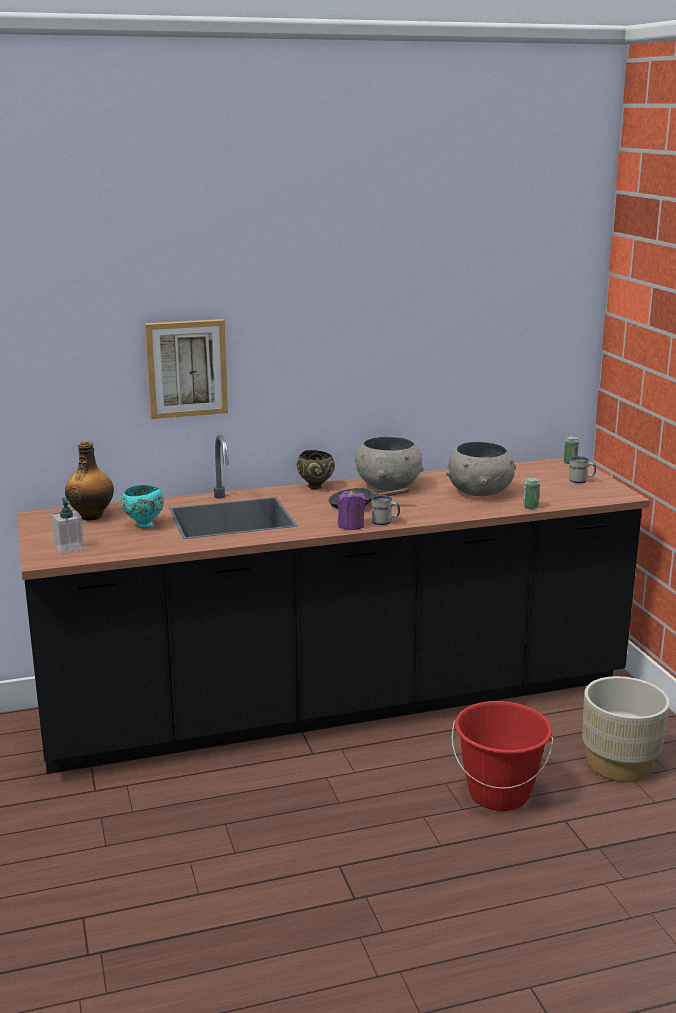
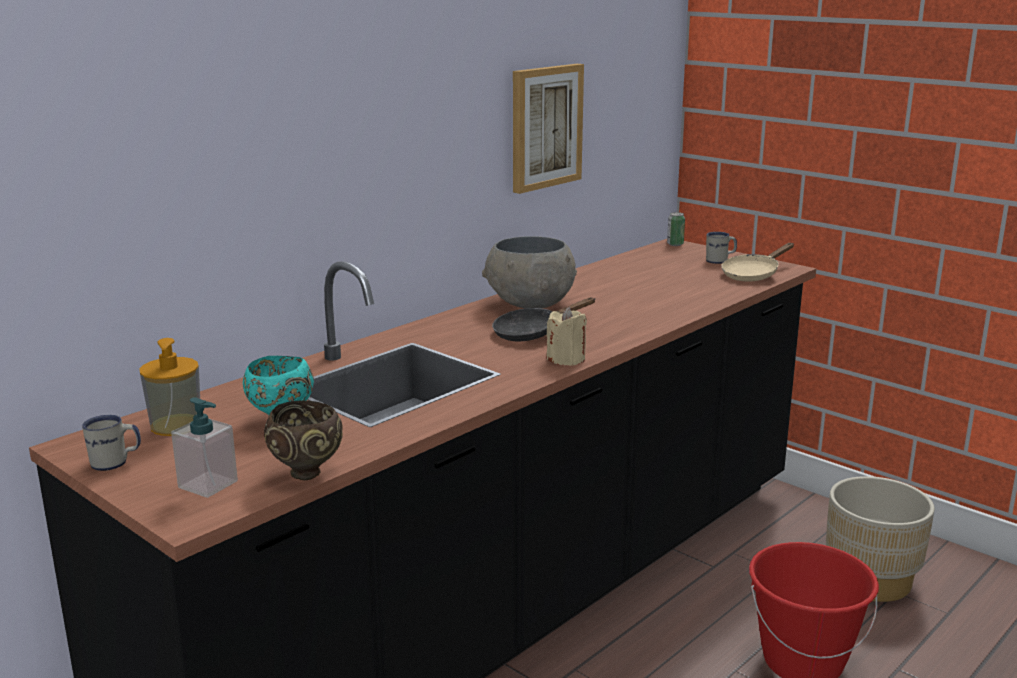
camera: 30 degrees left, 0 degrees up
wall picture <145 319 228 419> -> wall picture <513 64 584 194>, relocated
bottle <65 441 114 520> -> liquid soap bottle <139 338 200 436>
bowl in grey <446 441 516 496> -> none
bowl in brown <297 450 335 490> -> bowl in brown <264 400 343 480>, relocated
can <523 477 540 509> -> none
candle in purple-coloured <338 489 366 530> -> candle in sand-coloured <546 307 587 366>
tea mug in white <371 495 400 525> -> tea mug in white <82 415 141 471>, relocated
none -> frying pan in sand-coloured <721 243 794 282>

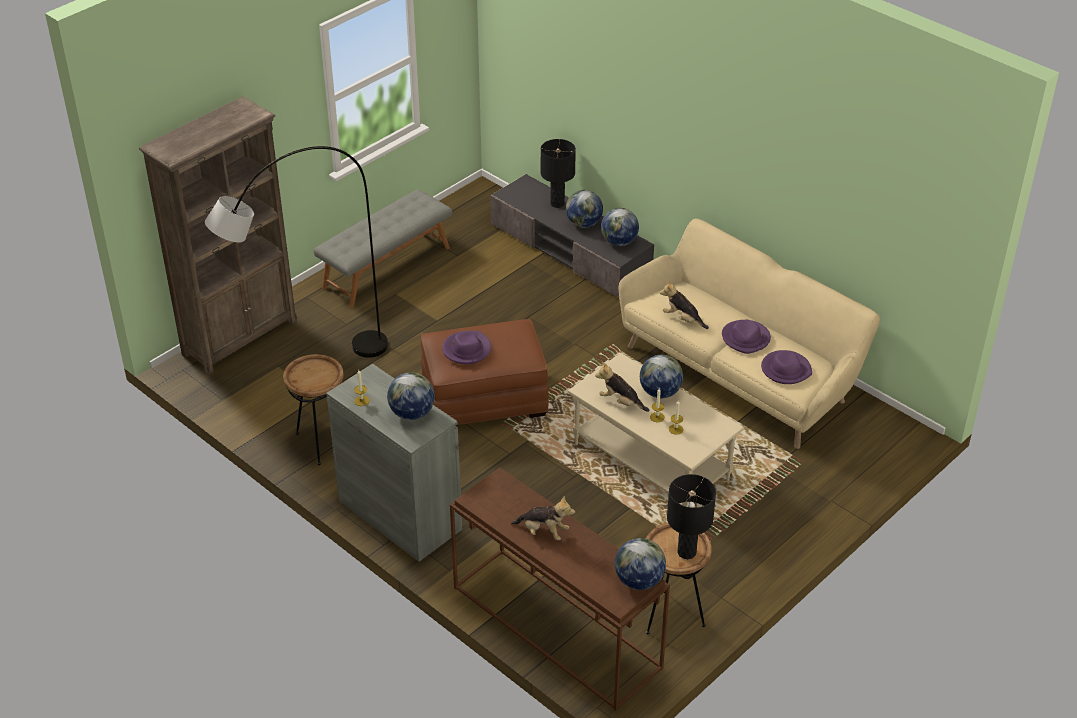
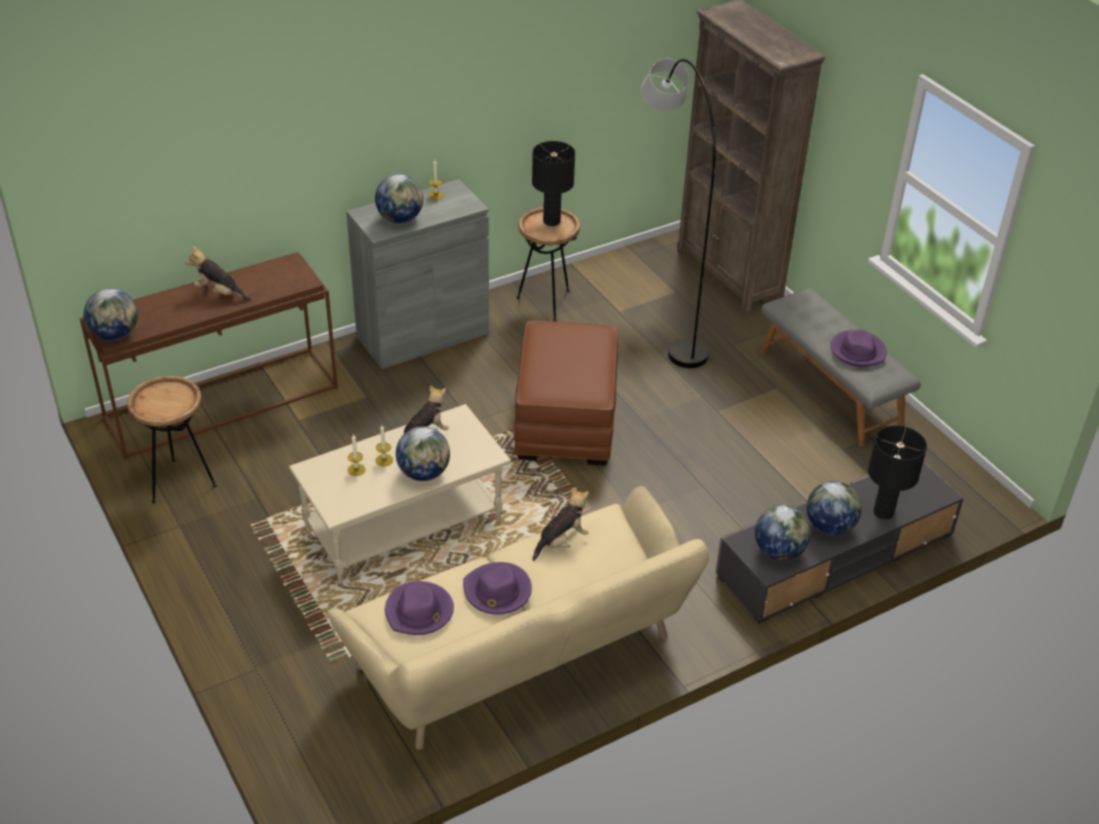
camera: 105 degrees right, 0 degrees up
clothing hat in purple-coloured <442 331 491 364> -> clothing hat in purple-coloured <830 330 887 367>, relocated
lamp for a table in black-coloured <667 474 716 559> -> lamp for a table in black-coloured <532 141 575 226>, relocated
cuddly toy <511 496 575 540> -> cuddly toy <185 246 251 301>, 75 degrees clockwise

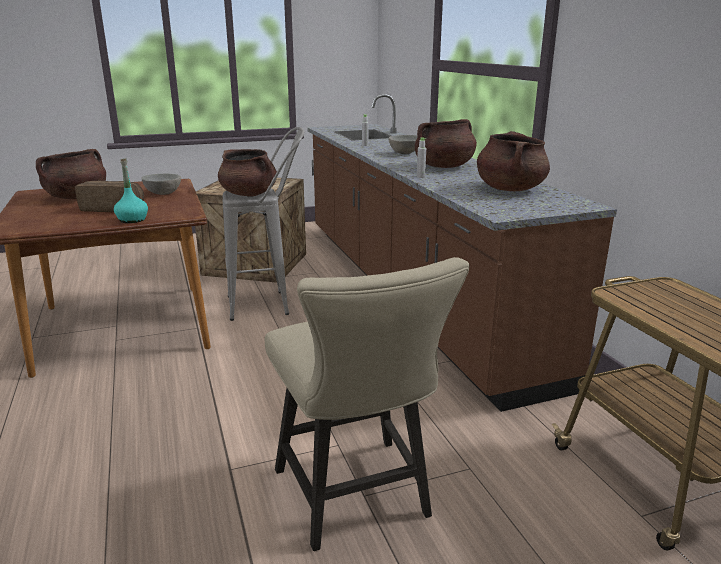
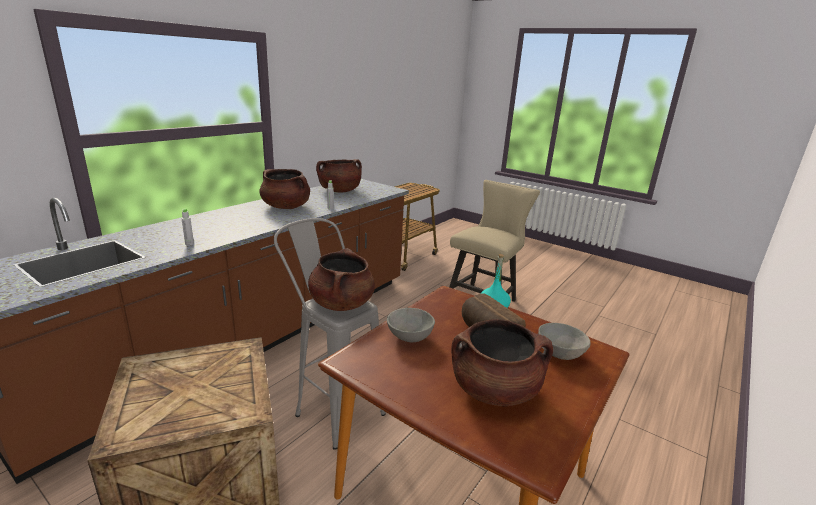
camera: 125 degrees left, 0 degrees up
bowl in grey <388 135 417 154> -> bowl in grey <538 323 591 360>, relocated

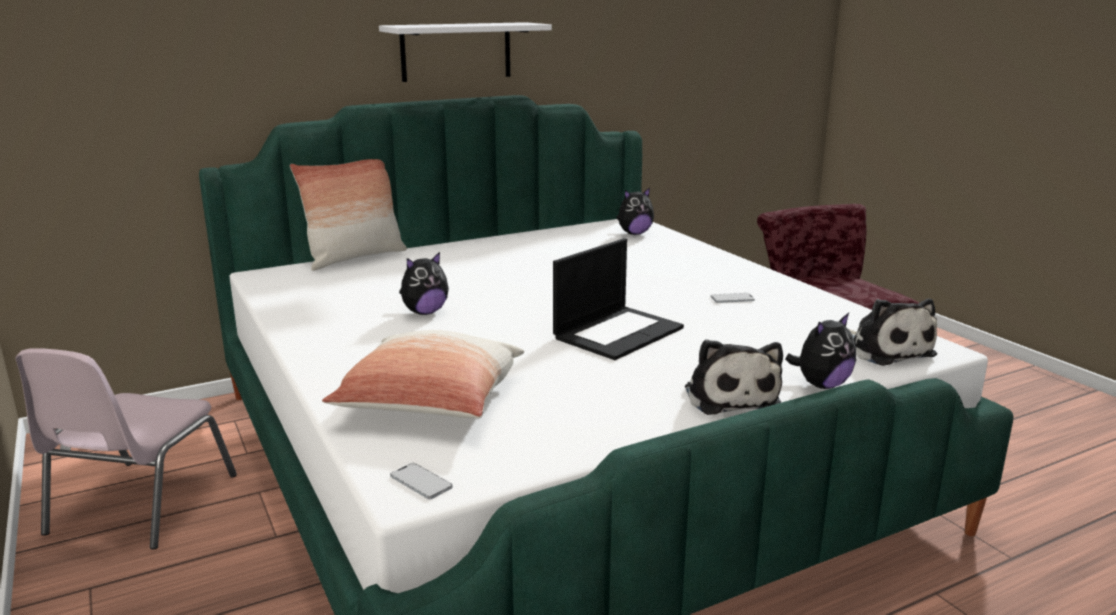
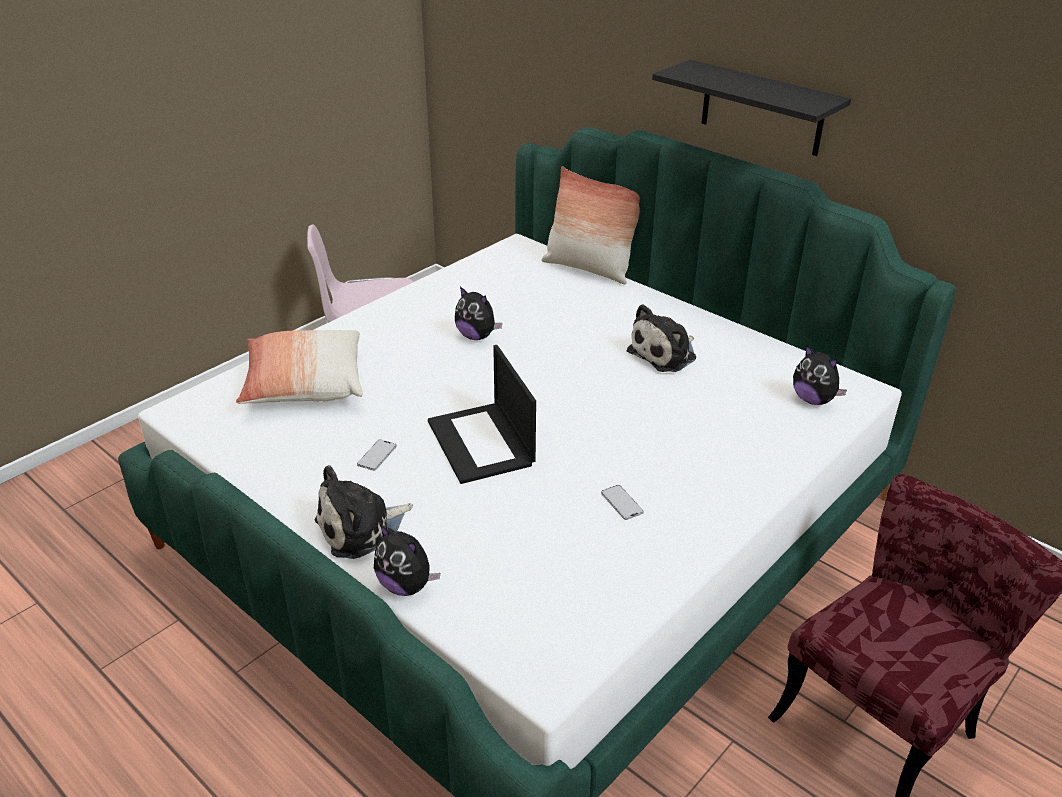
camera: 70 degrees right, 15 degrees up
wall shelf in white <379 22 552 82> -> wall shelf in black-coloured <652 60 851 156>
notebook computer <553 238 684 360> -> notebook computer <428 345 536 484>, 45 degrees clockwise
cuddly toy <848 298 937 366> -> cuddly toy <627 304 696 372>, relocated
phone <390 463 453 499> -> phone <357 439 397 471>, relocated

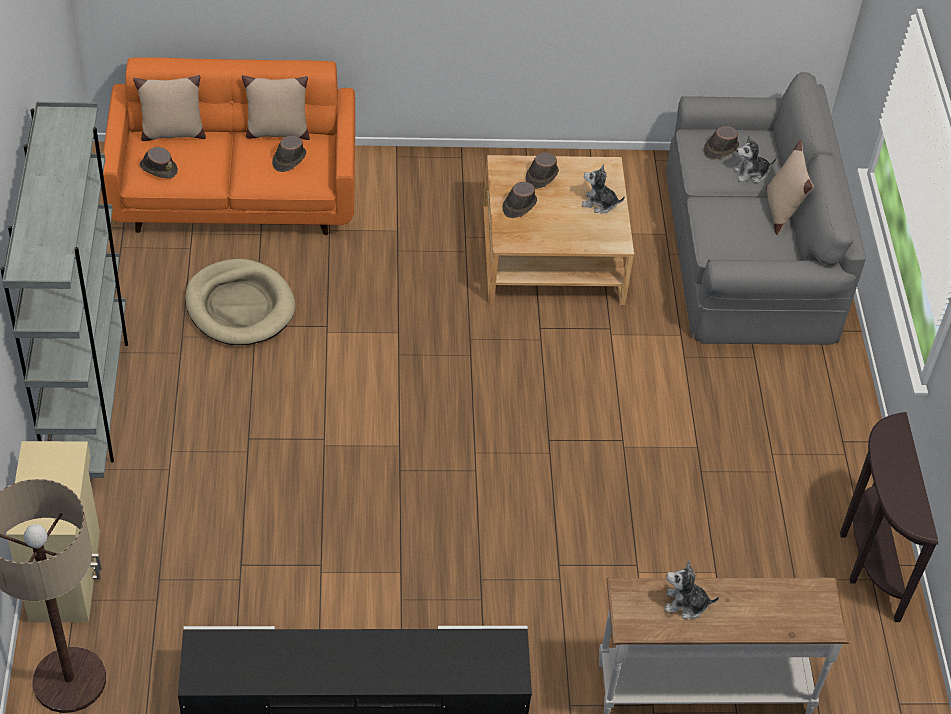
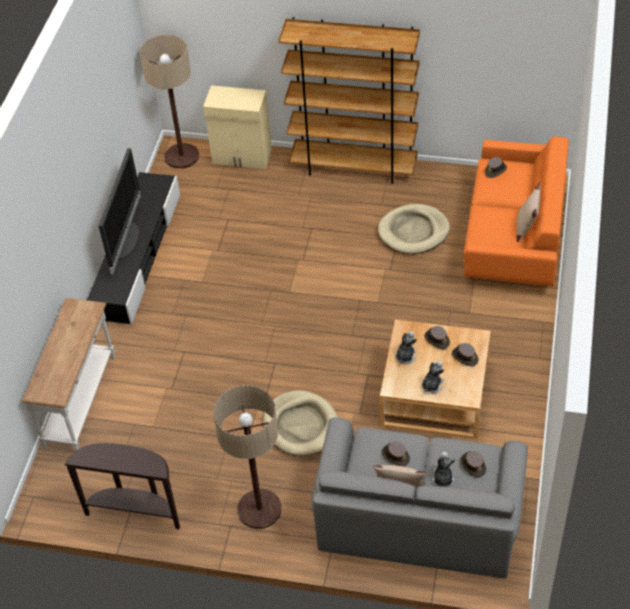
camera: 110 degrees right, 0 degrees up
cushion in sand-coloured <133 75 206 141> -> none
bookshelf in grey <0 102 128 478> -> bookshelf in brown <279 17 420 184>
clothing hat in brown <272 135 306 172> -> clothing hat in brown <381 442 410 466>, relocated
cuddly toy <665 561 719 619> -> cuddly toy <395 331 417 364>, relocated
none -> TV set <99 148 141 274>
none -> standing lamp <213 385 282 529>
none -> dog bed in sand-coloured <263 390 338 456>

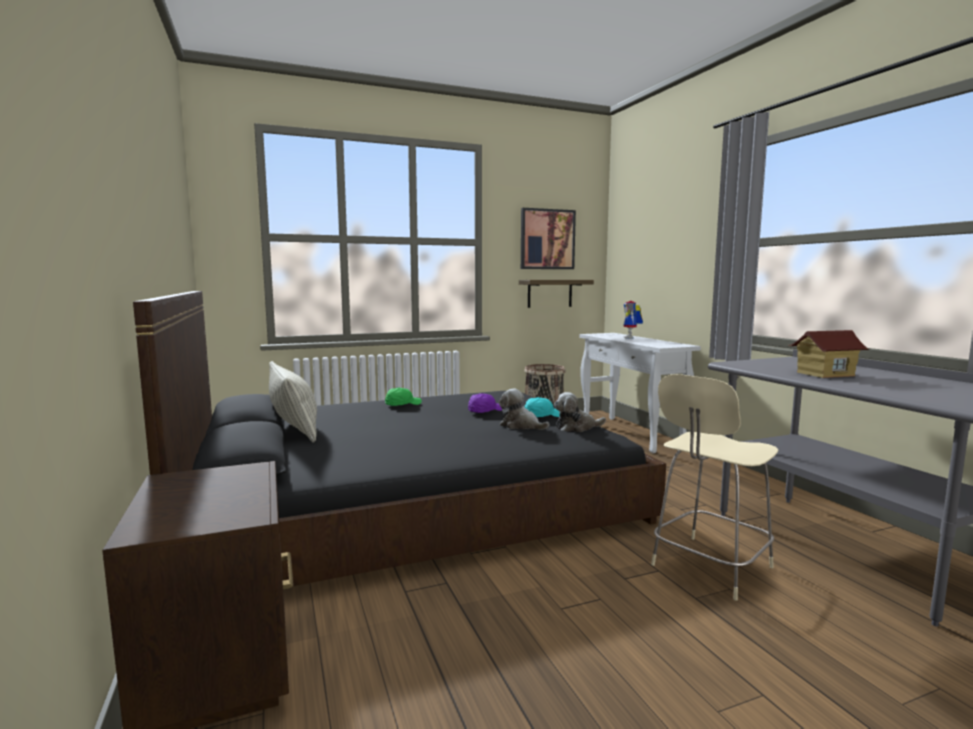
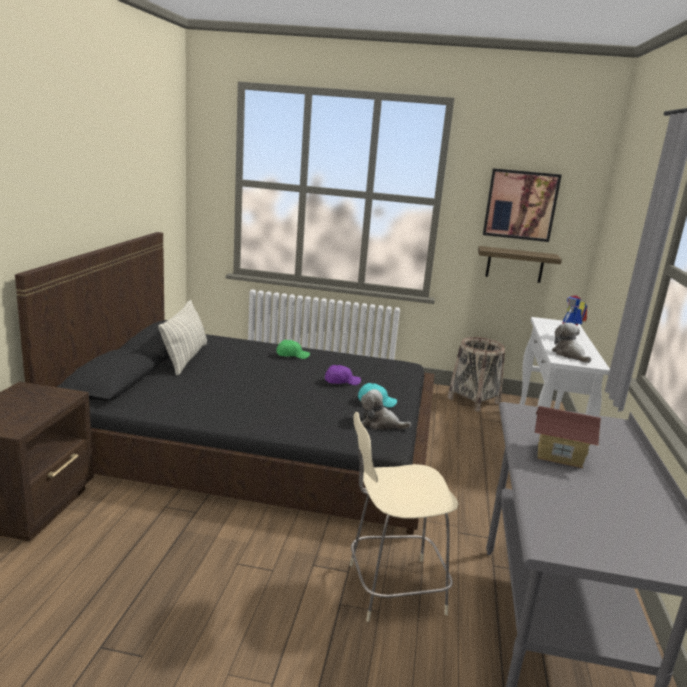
camera: 30 degrees right, 10 degrees up
cuddly toy <499 388 550 430> -> cuddly toy <552 323 591 363>, relocated

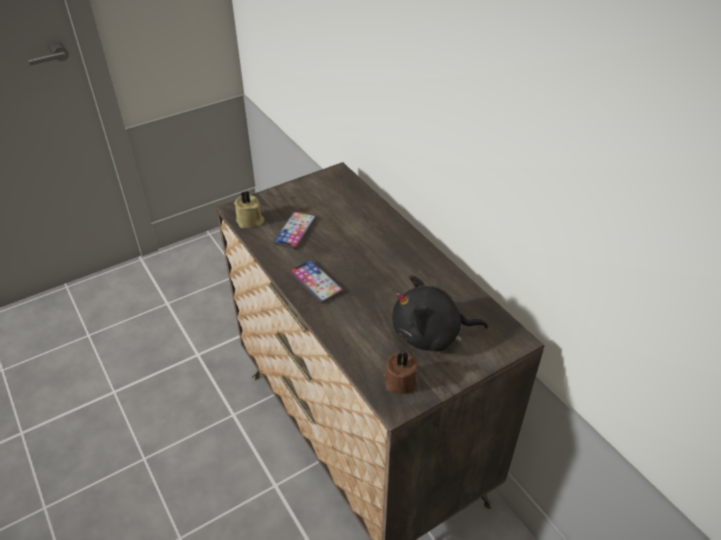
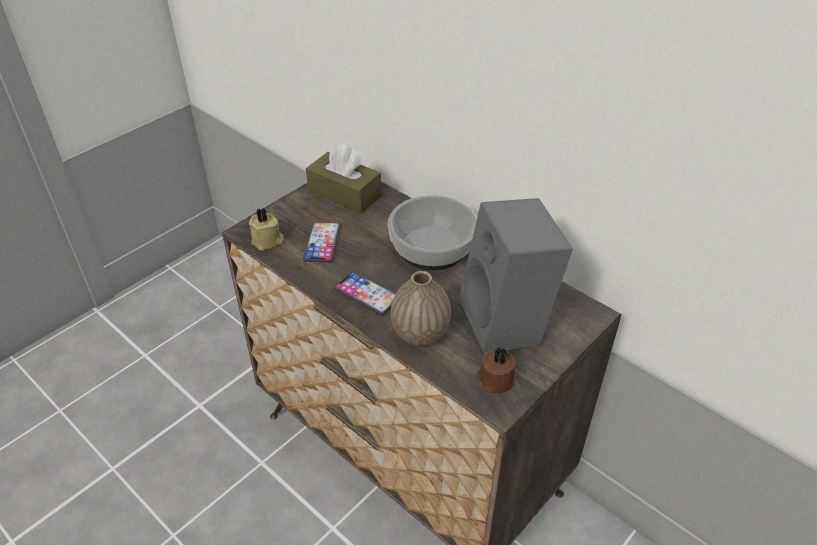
camera: 15 degrees left, 0 degrees up
cuddly toy in black-coloured <393 275 488 351> -> speaker in grey <459 198 573 355>
none -> tissue holder in brown <306 144 382 214>
none -> bowl <388 195 477 270>
none -> decorative vase <391 271 451 346>

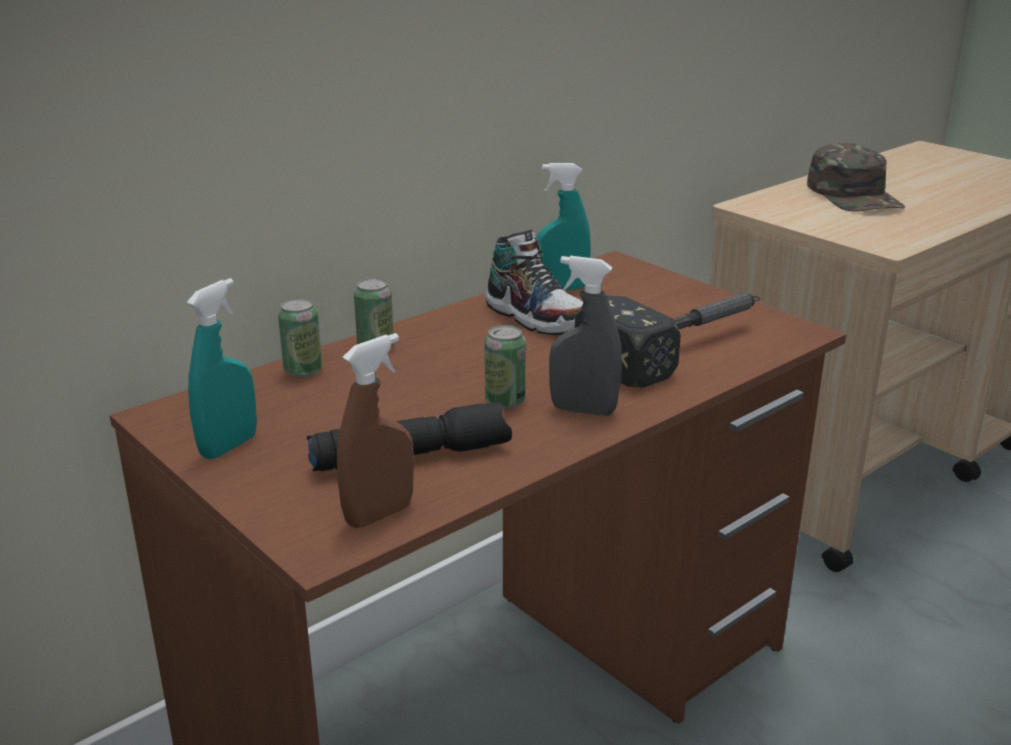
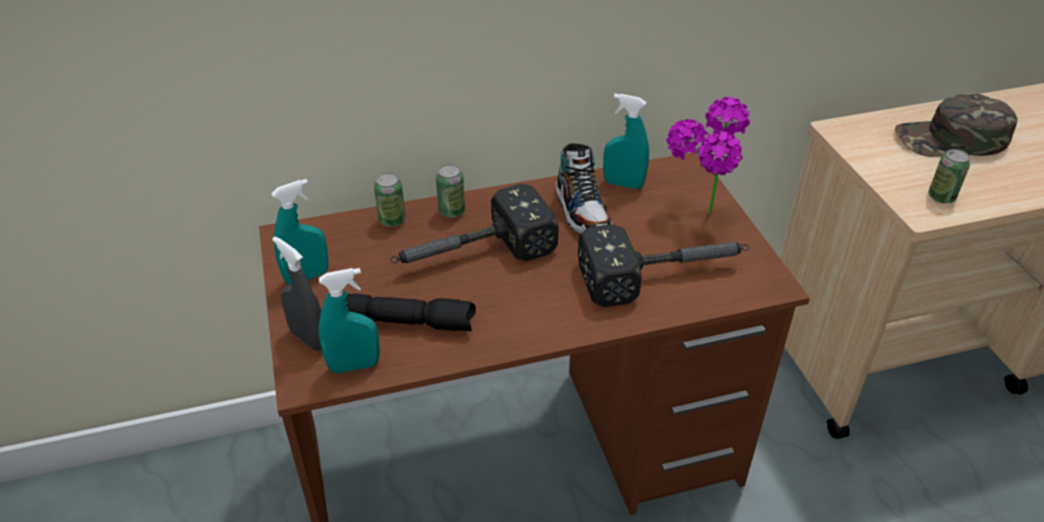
camera: 25 degrees right, 15 degrees up
baseball cap in green-coloured <807 142 905 212> -> baseball cap in green-coloured <895 94 1018 157>, 75 degrees clockwise
spray bottle in grey <549 256 622 416> -> spray bottle in grey <272 236 322 351>, relocated
can <484 325 526 409> -> can <928 149 970 203>, relocated
spray bottle in brown <337 333 414 528> -> spray bottle in turquoise-coloured <319 268 380 374>
none -> potted plant <666 97 750 213>
none -> tool hammer <390 184 559 263>

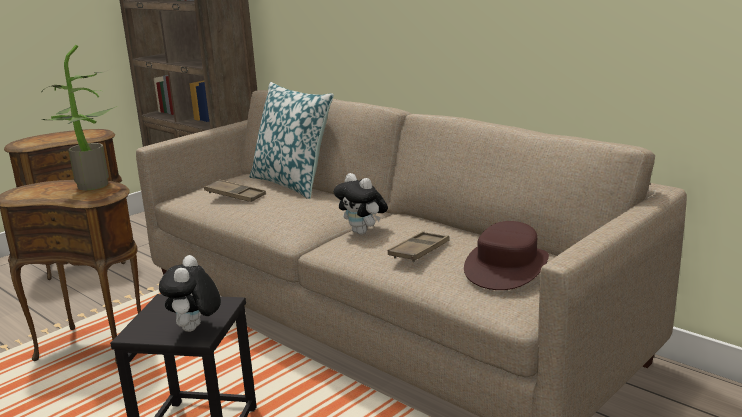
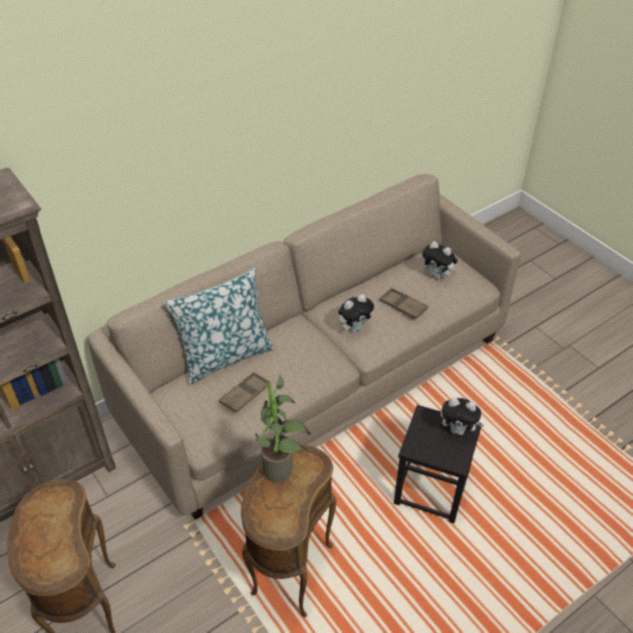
camera: 80 degrees left, 25 degrees up
clothing hat in brown <464 221 549 290> -> cuddly toy <422 241 458 279>

